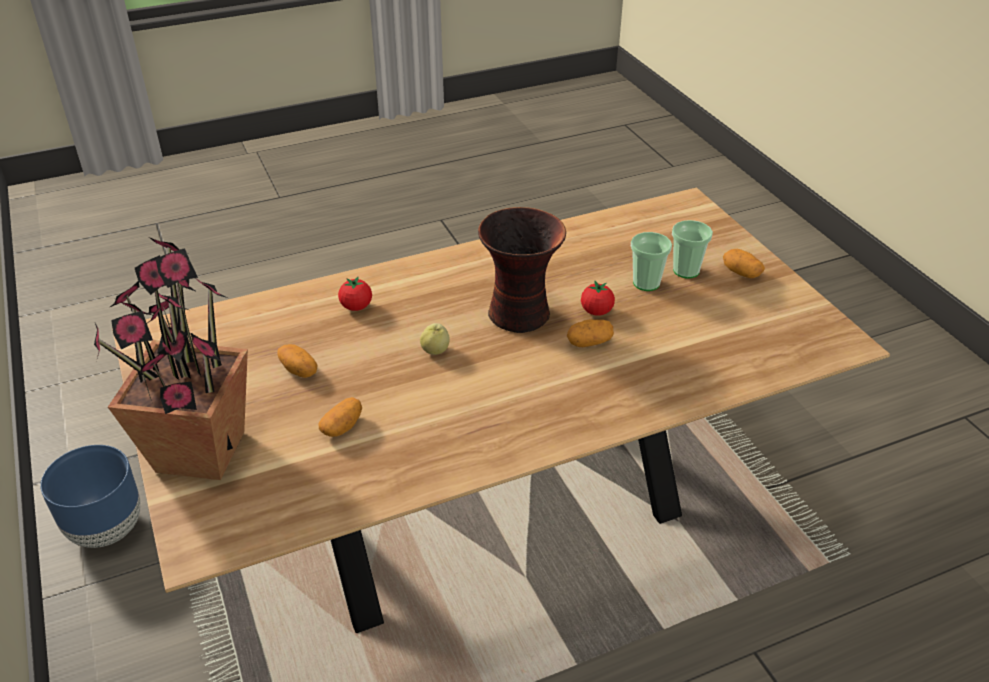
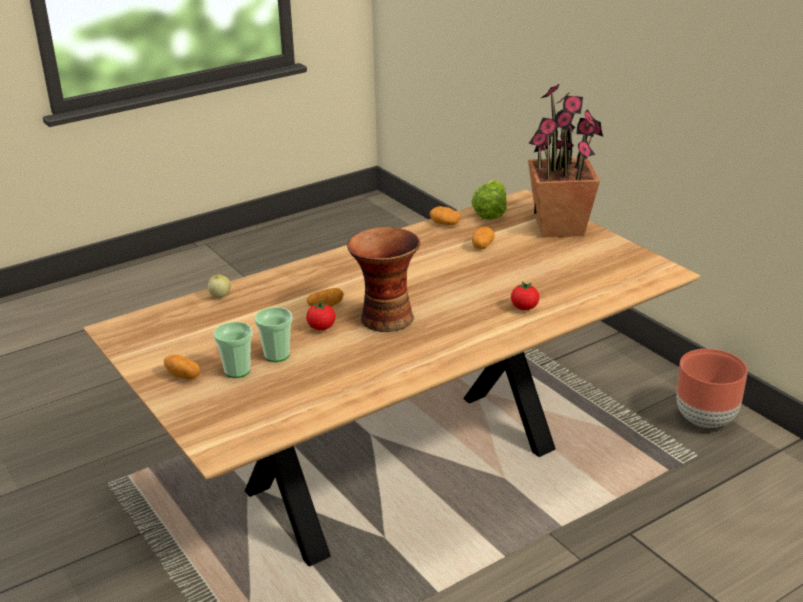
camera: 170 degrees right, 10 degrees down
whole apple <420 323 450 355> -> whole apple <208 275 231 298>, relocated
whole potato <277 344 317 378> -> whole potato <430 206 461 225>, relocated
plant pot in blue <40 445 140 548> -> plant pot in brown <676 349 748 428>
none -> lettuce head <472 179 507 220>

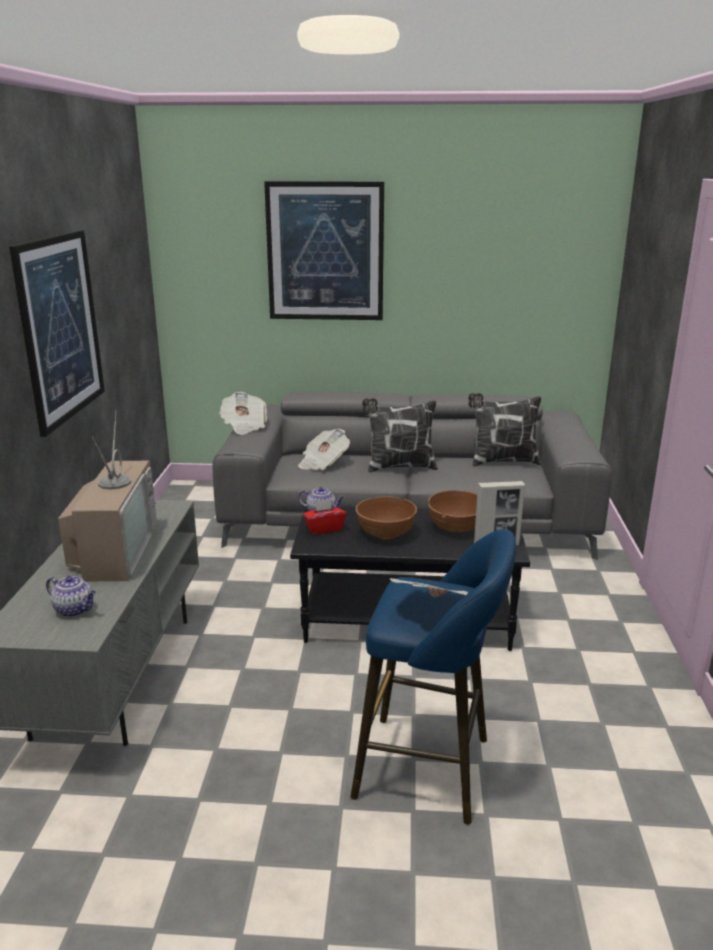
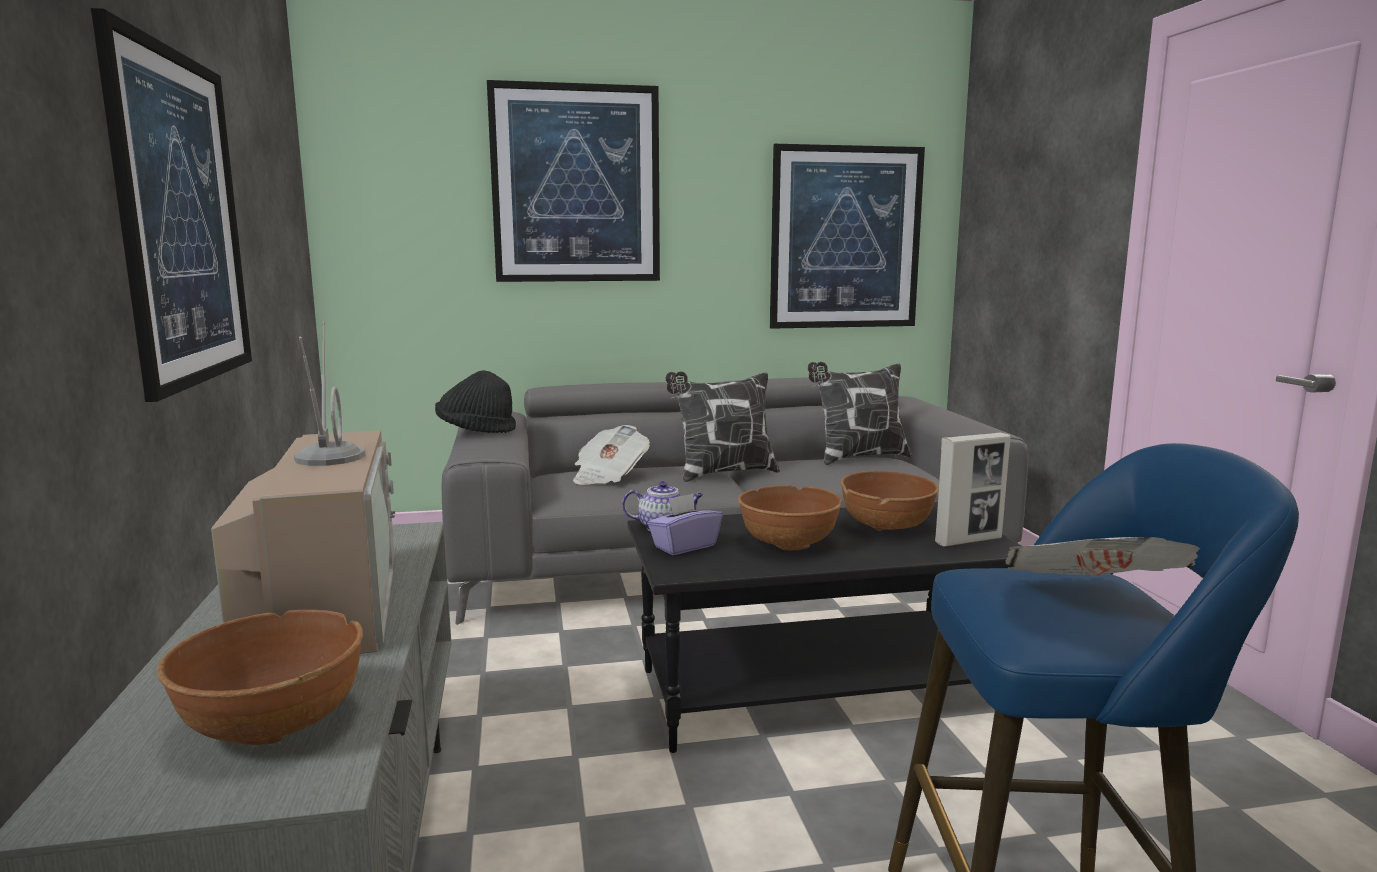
camera: 15 degrees left, 10 degrees down
printed paper <219 392 267 435> -> clothing hat in black-coloured <435 370 516 433>
tissue holder in reddish <303 499 346 535> -> tissue holder in purple-coloured <648 493 723 555>
teapot <46 576 96 617> -> bowl in brown <157 610 363 745>
none -> wall picture <770 144 925 329>

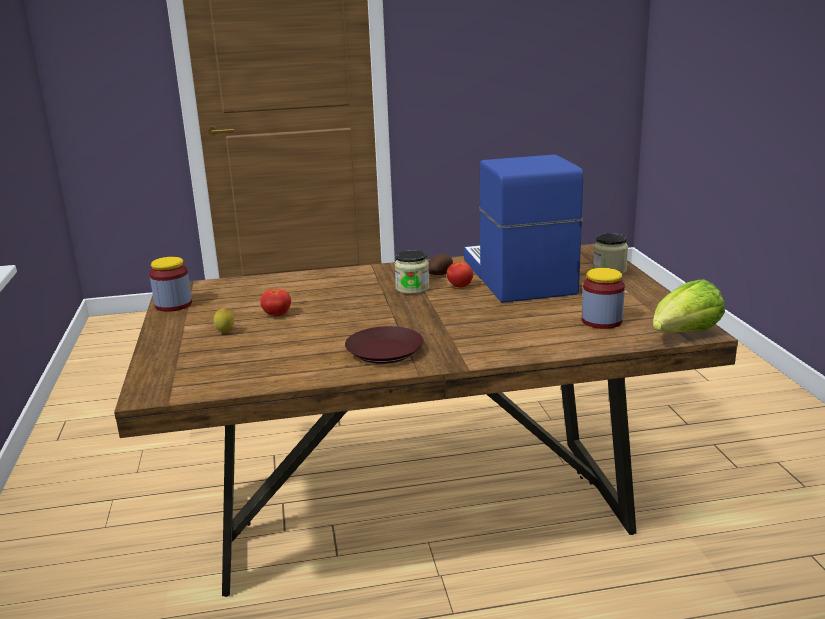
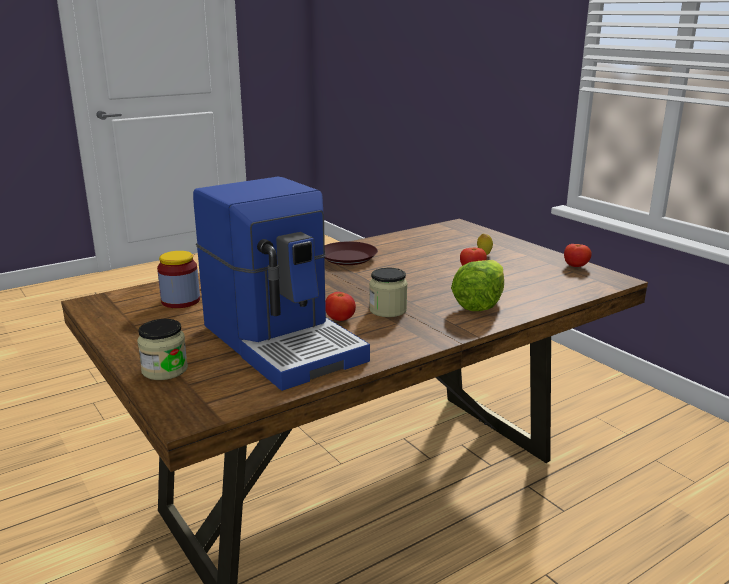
camera: 155 degrees right, 0 degrees up
whole potato <428 254 453 275> -> none
storage jar <149 257 192 312> -> tomato <564 244 592 267>
lettuce head <653 279 725 333> -> lettuce head <451 260 504 311>, relocated

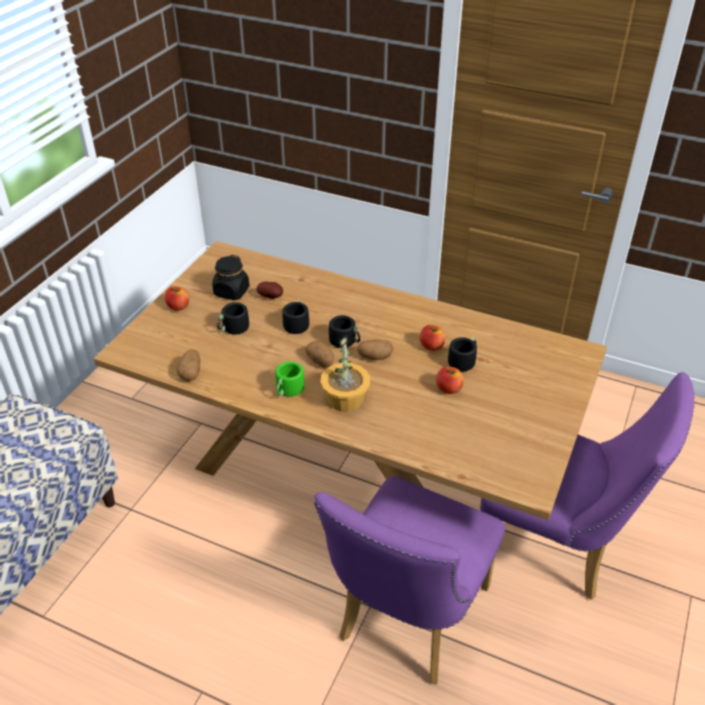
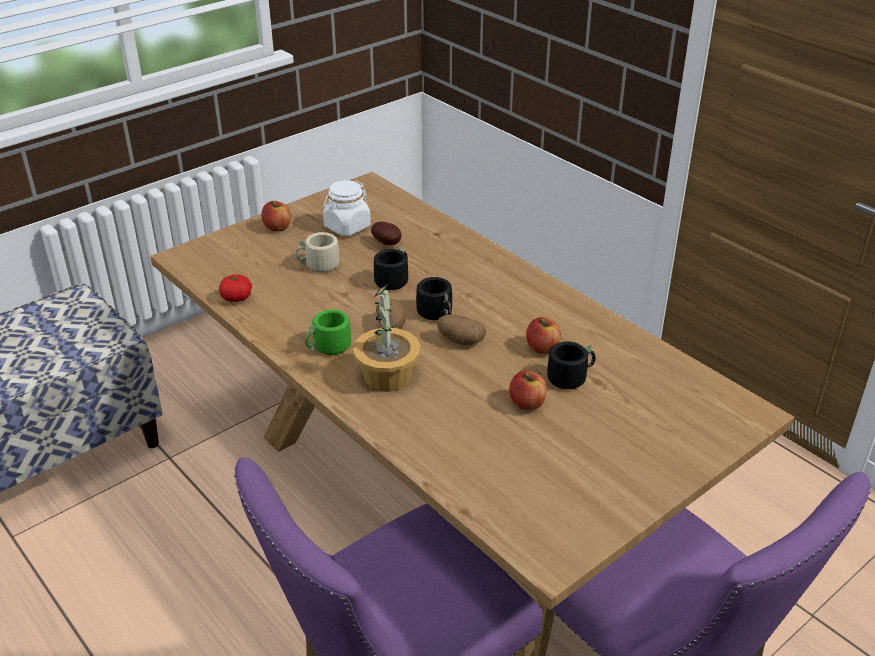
camera: 25 degrees right, 5 degrees down
storage jar in black-coloured <212 255 250 300> -> storage jar in white <323 180 371 236>
tea mug in black-coloured <217 302 257 335> -> tea mug in sand-coloured <295 232 343 273>
whole potato <177 350 200 381> -> tomato <219 274 252 302>

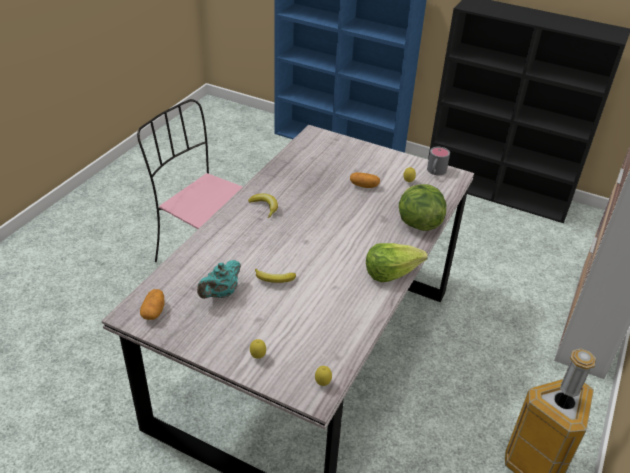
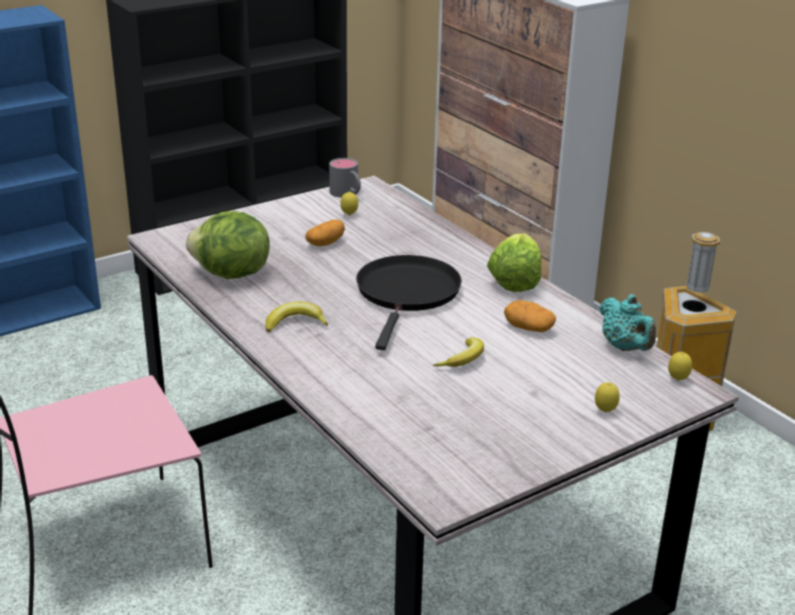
camera: 60 degrees left, 10 degrees down
lettuce head <399 184 446 231> -> lettuce head <186 211 270 279>, relocated
teapot in turquoise-coloured <197 260 241 299> -> teapot in turquoise-coloured <600 294 656 351>, relocated
whole potato <140 289 165 320> -> whole potato <504 300 556 332>, relocated
none -> frying pan in black-coloured <356 255 462 350>

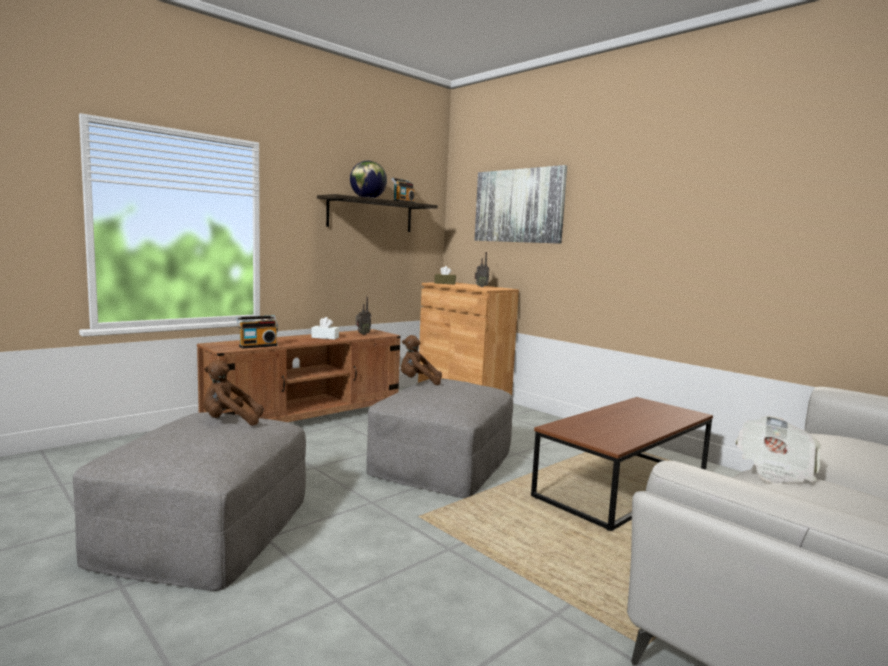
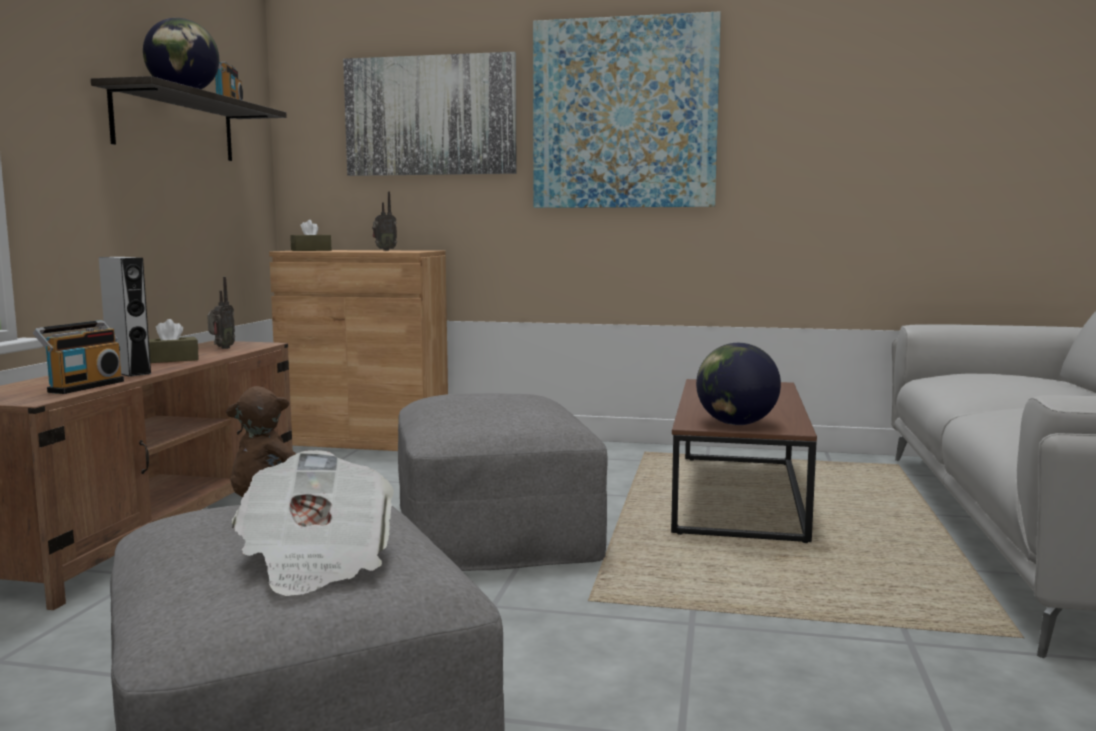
camera: 35 degrees left, 0 degrees up
tissue holder in white <311 317 339 339> -> tissue holder in brown <149 319 199 363>
cuddly toy in brown <401 335 442 385> -> none
printed paper <735 416 821 483> -> printed paper <232 450 394 596>, relocated
none -> wall picture <533 11 721 208>
none -> speaker in grey <99 257 151 377>
none -> desk globe <696 343 781 425>

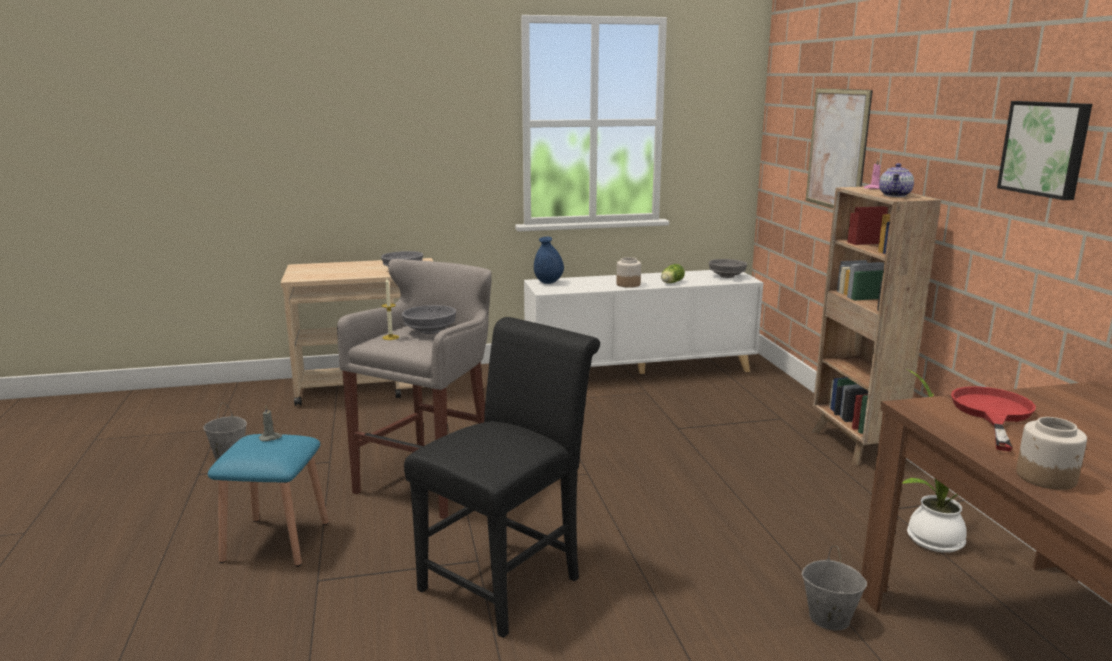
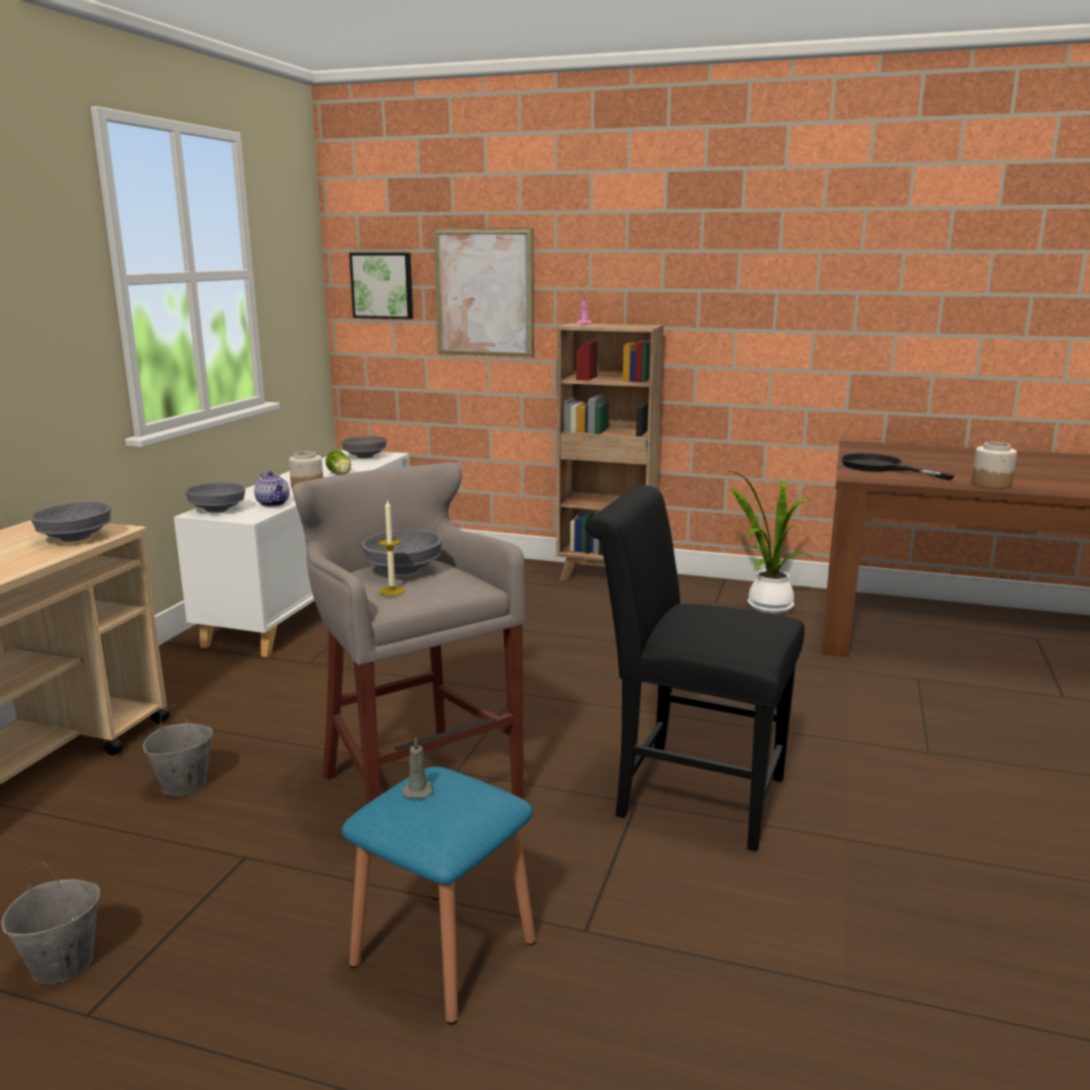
camera: 60 degrees left, 0 degrees up
wall picture <997 101 1092 200> -> wall picture <349 253 413 319>, relocated
teapot <879 163 914 197> -> teapot <254 471 290 507>, relocated
decorative vase in blue <534 237 564 284> -> bowl in grey <185 482 245 513>
plain chair in black-coloured <404 317 600 638> -> plain chair in black-coloured <585 485 805 852>, 45 degrees counterclockwise
frying pan in reddish <951 386 1036 451> -> frying pan in black-coloured <841 453 955 480>
water bucket in grey <802 546 867 630> -> water bucket in grey <143 704 213 796>, relocated

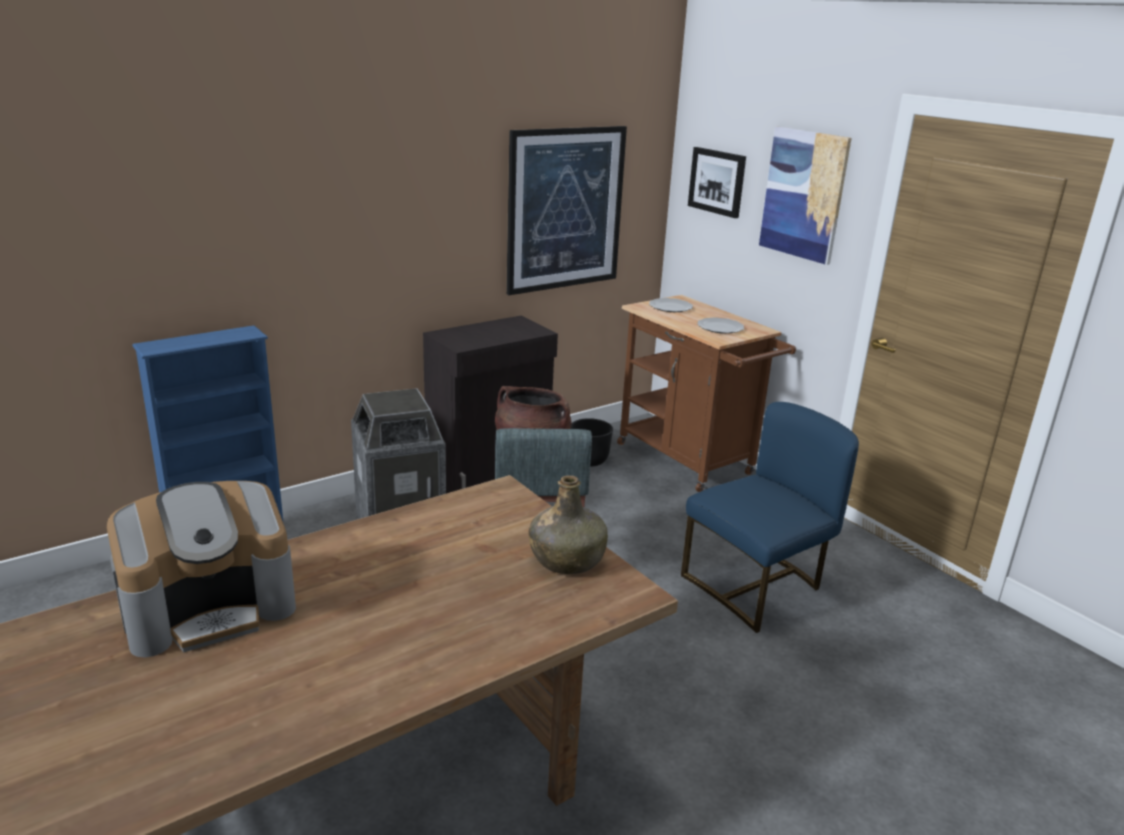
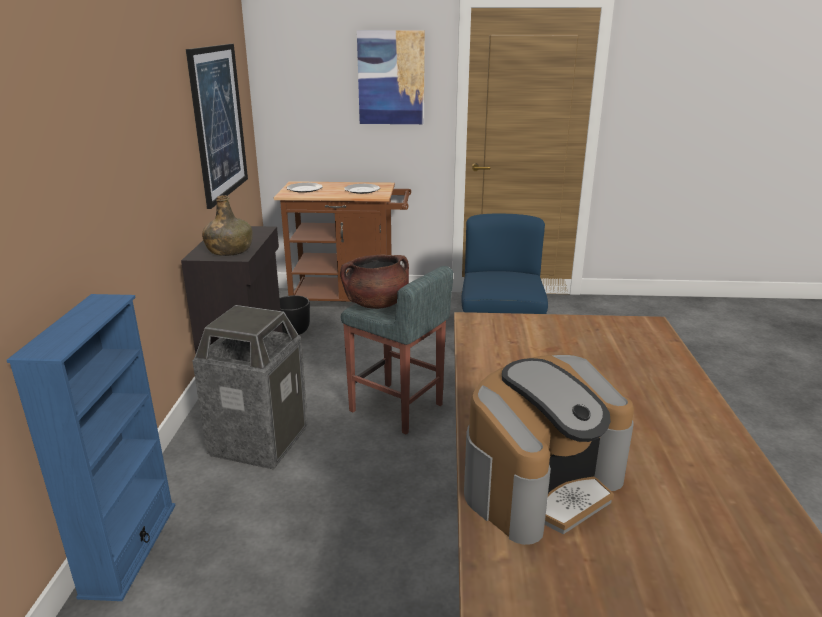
camera: 50 degrees left, 0 degrees up
wall picture <688 147 746 218> -> none
bottle in green-coloured <529 475 608 574> -> bottle in green-coloured <202 195 253 256>, relocated
coffee brewer <107 481 296 657> -> coffee brewer <464 354 634 545>, 45 degrees clockwise

